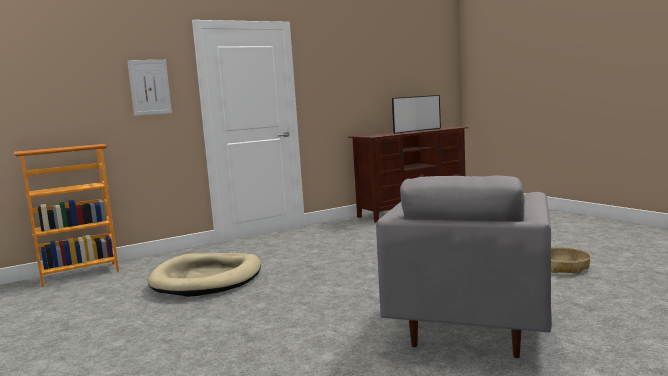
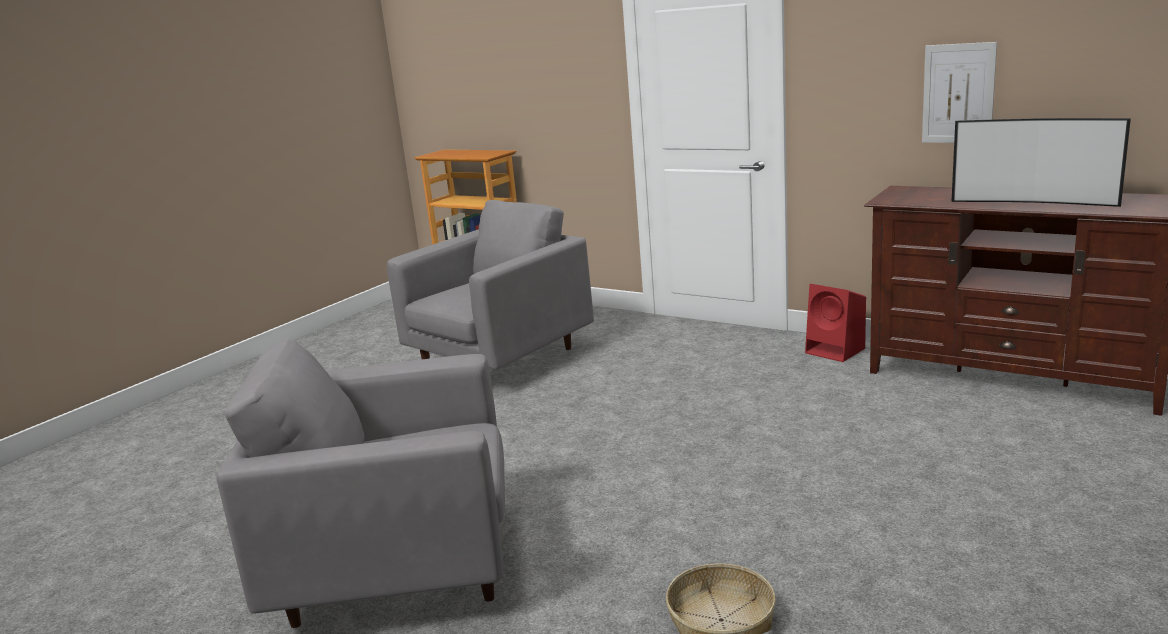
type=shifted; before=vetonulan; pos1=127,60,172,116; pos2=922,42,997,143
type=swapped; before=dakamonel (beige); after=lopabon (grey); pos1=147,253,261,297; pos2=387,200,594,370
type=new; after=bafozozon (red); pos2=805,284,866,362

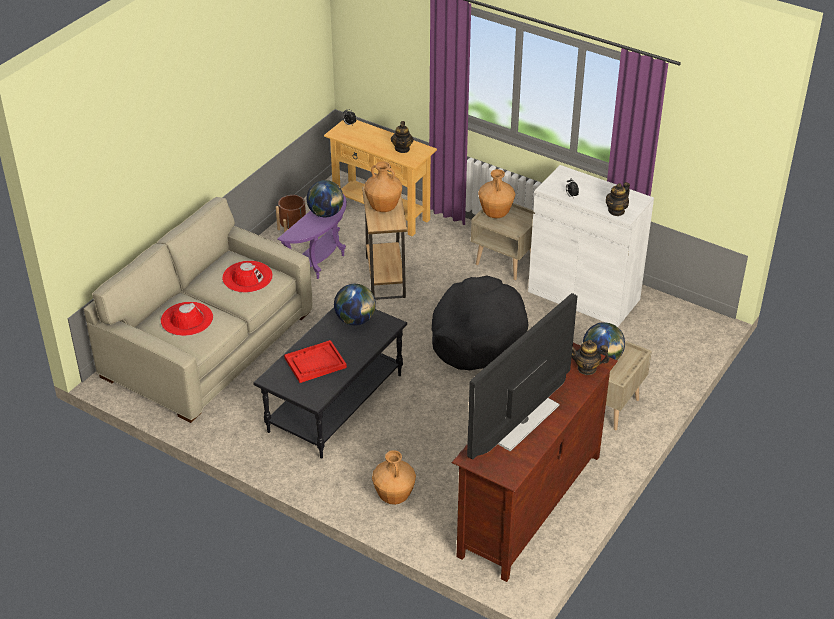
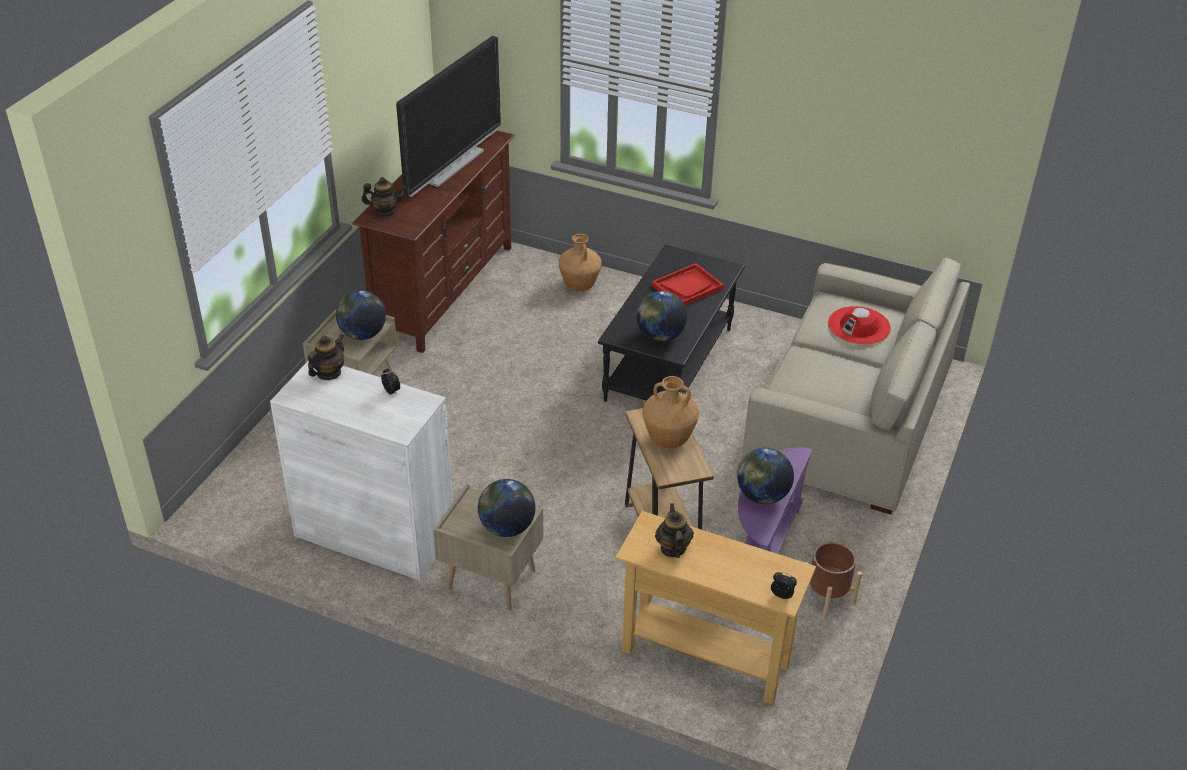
type=gone; before=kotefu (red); pos1=222,261,273,293
type=gone; before=dakamonel (black); pos1=432,276,529,371
type=swapped; before=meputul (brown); after=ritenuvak; pos1=478,169,515,218; pos2=478,479,535,537

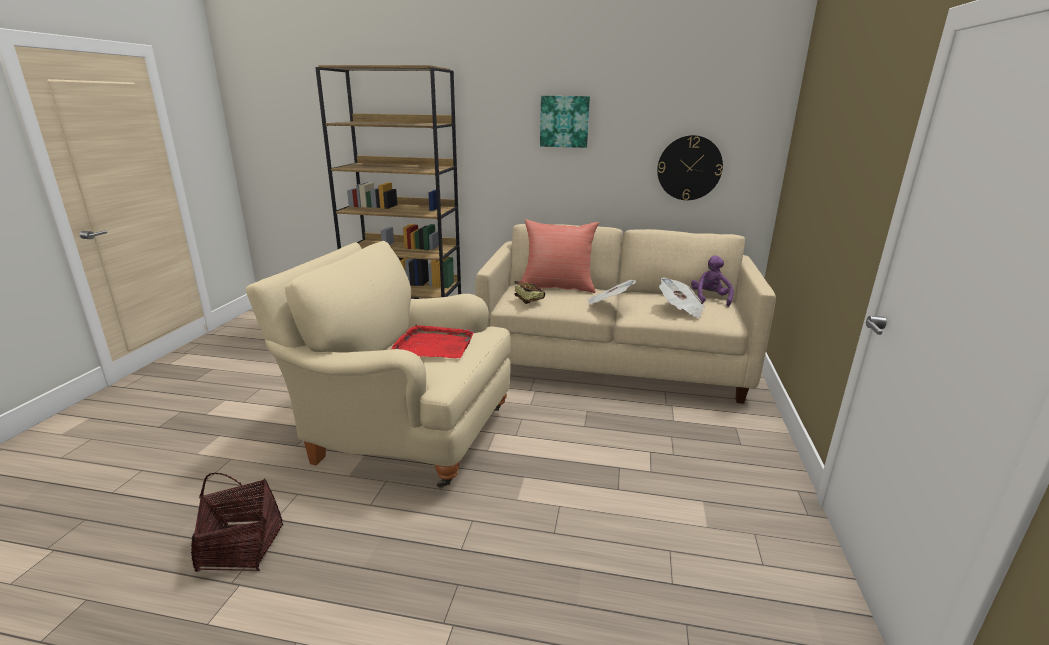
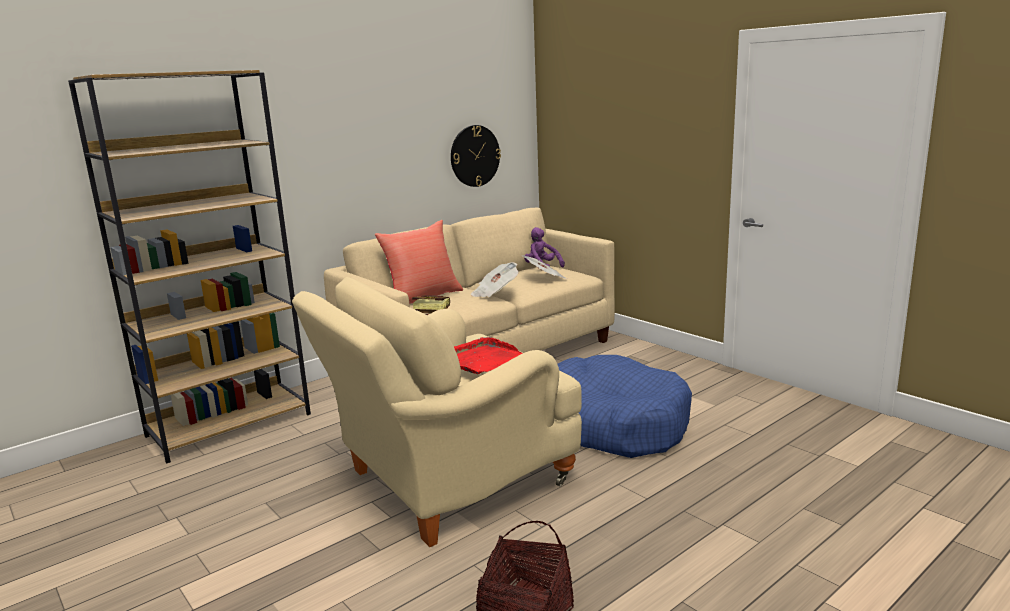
type=gone; before=vetonulan; pos1=540,96,590,148
type=new; after=dakamonel (blue); pos2=557,355,692,458

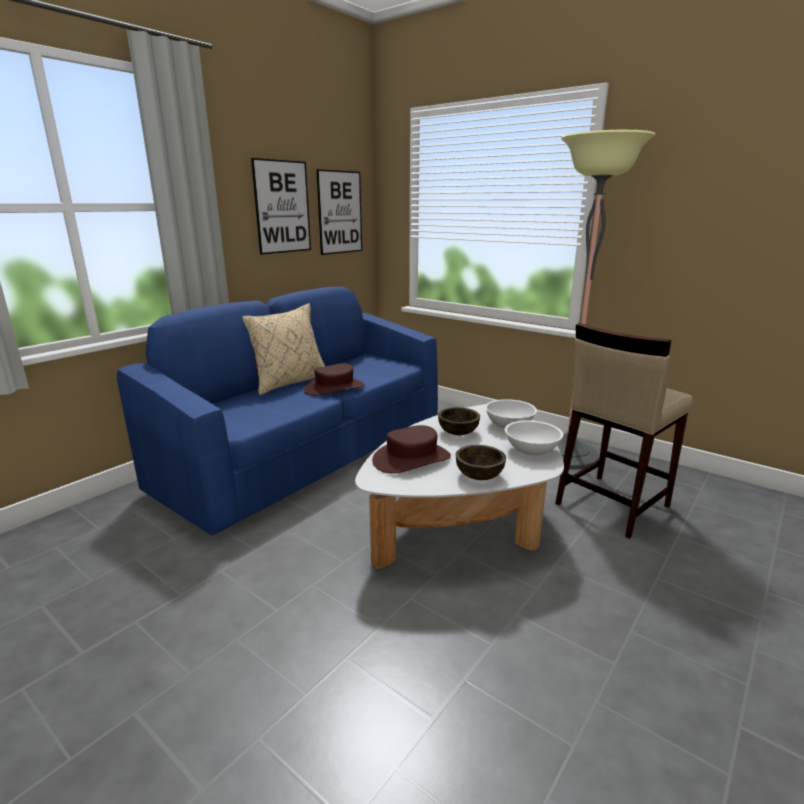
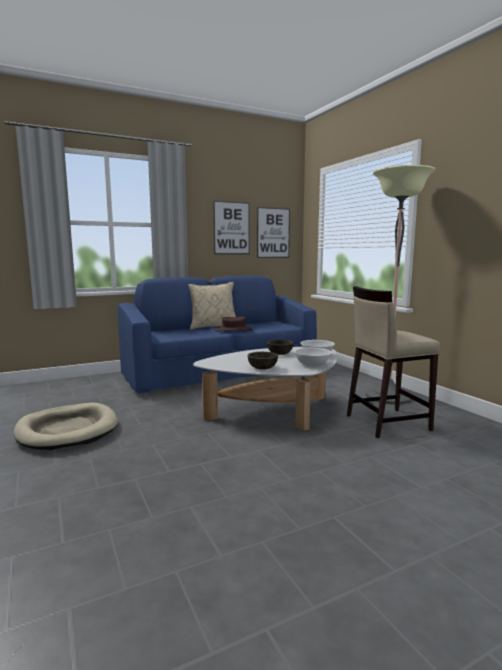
type=gone; before=kotefu (brown); pos1=372,425,451,473
type=new; after=dakamonel (beige); pos2=14,403,118,450

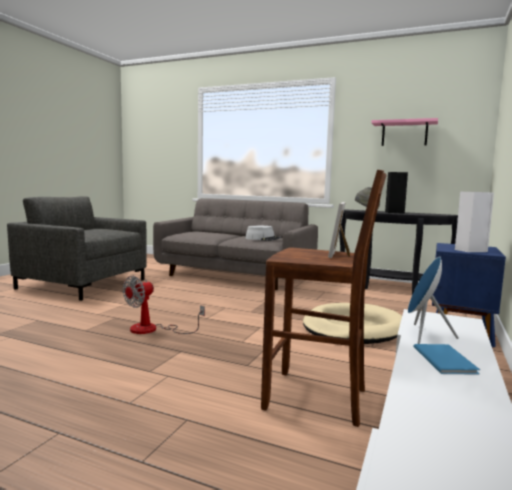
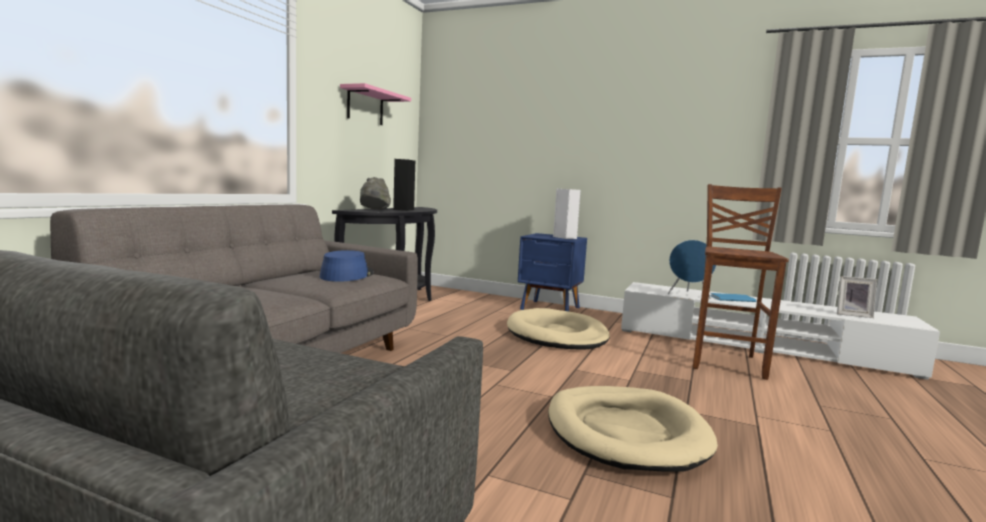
type=swapped; before=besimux; after=dakamonel (beige); pos1=123,275,205,334; pos2=548,386,718,472
type=repainted; before=kotefu (grey); after=kotefu (blue); pos1=245,226,282,241; pos2=320,250,374,282
type=shifted; before=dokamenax; pos1=328,202,350,258; pos2=837,276,877,318

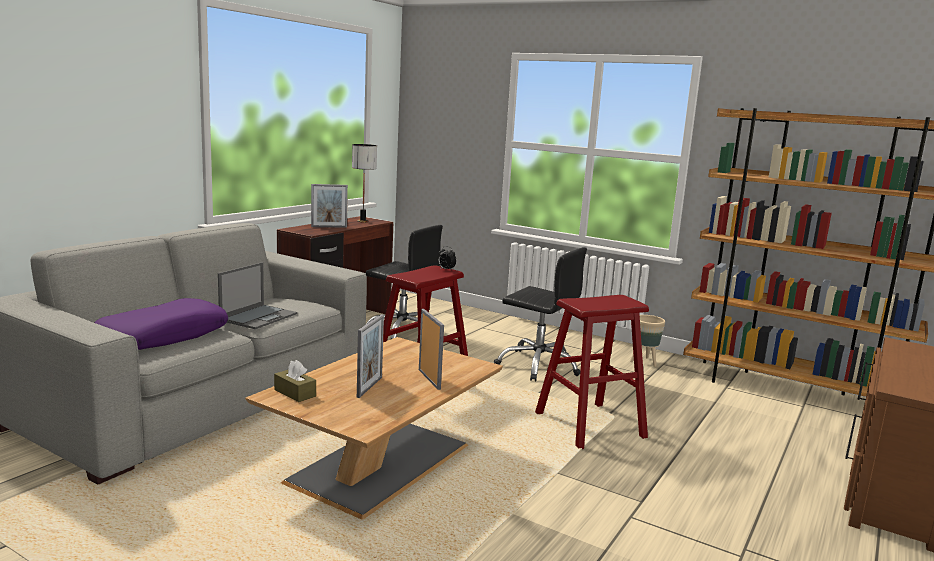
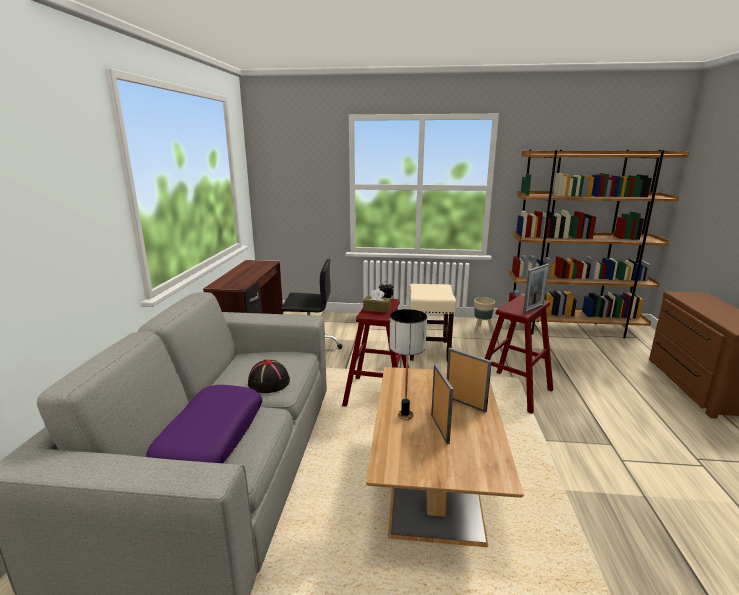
type=swapped; before=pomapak; after=kotefu (black); pos1=218,262,297,329; pos2=248,360,290,393
type=shifted; before=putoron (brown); pos1=274,360,316,402; pos2=363,289,391,313
type=shifted; before=dokamenax; pos1=311,184,348,228; pos2=523,264,549,314
type=shifted; before=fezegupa; pos1=352,144,377,222; pos2=389,309,427,420
type=swapped; before=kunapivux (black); after=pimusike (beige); pos1=494,247,587,381; pos2=409,284,456,362

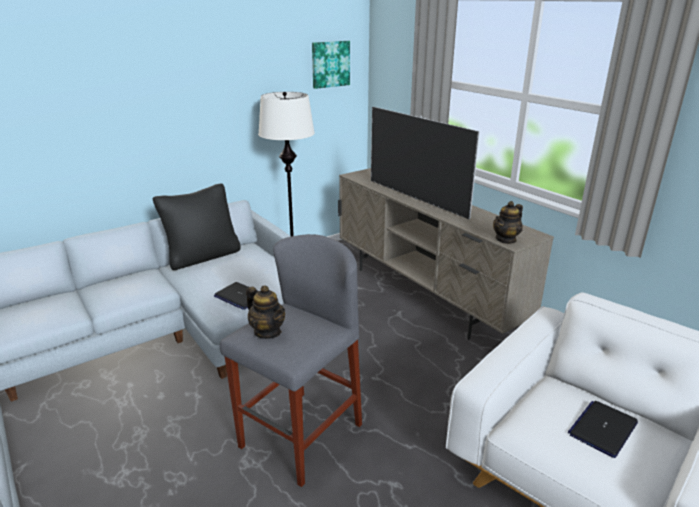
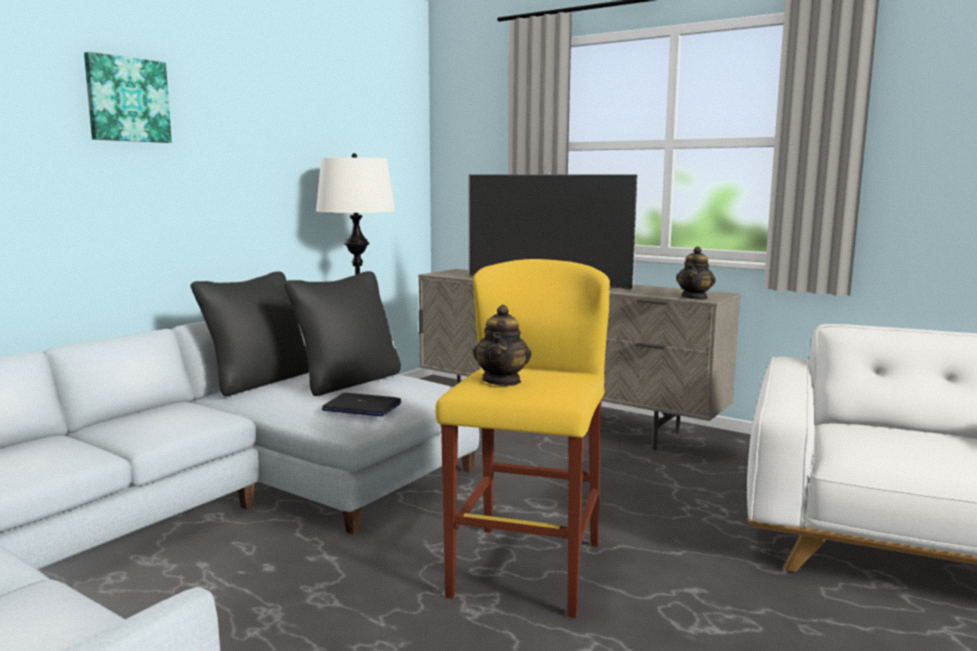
type=repainted; before=pimusike (grey); after=pimusike (yellow); pos1=220,234,362,487; pos2=435,259,610,618
type=rotated; before=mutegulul; pos1=246,285,285,339; pos2=473,305,531,386; turn=75
type=shifted; before=vetonulan; pos1=312,41,350,89; pos2=84,52,172,143
type=gone; before=pomapak; pos1=568,401,638,458
type=new; after=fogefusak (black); pos2=284,271,401,396

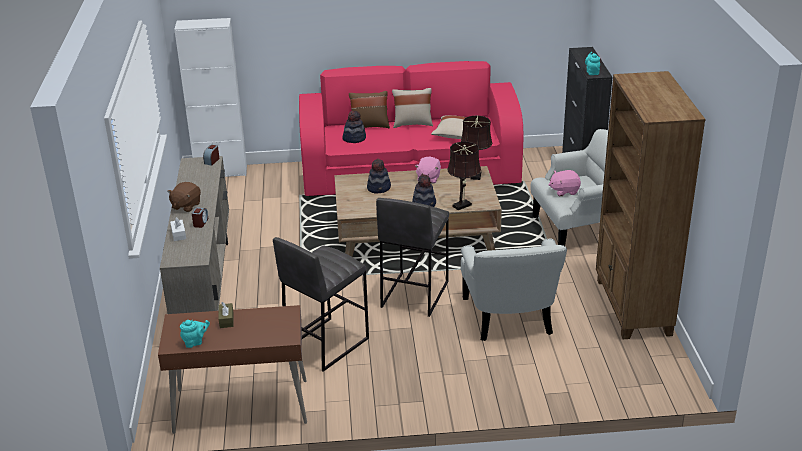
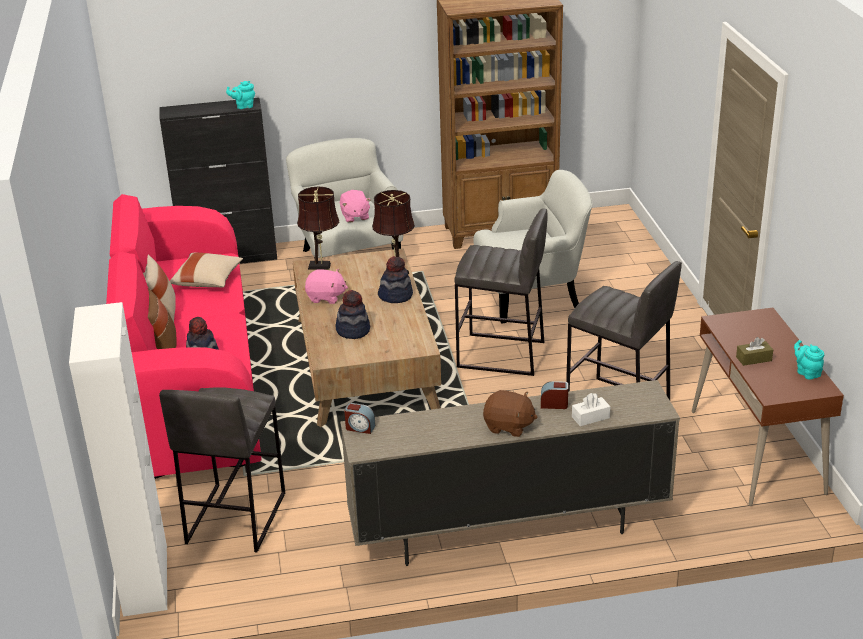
type=new; after=pimusike (grey); pos2=159,387,285,553

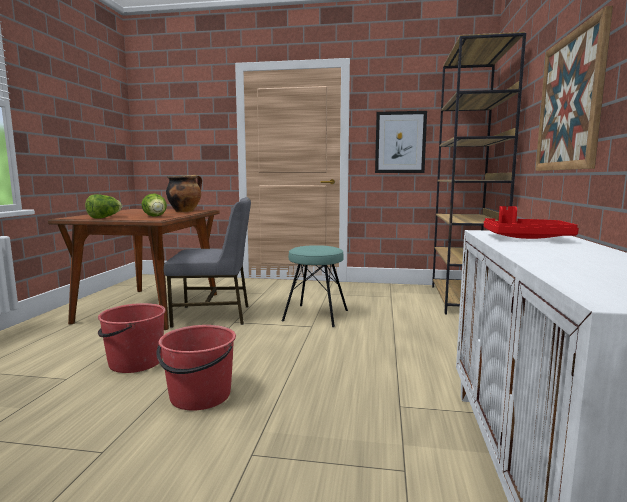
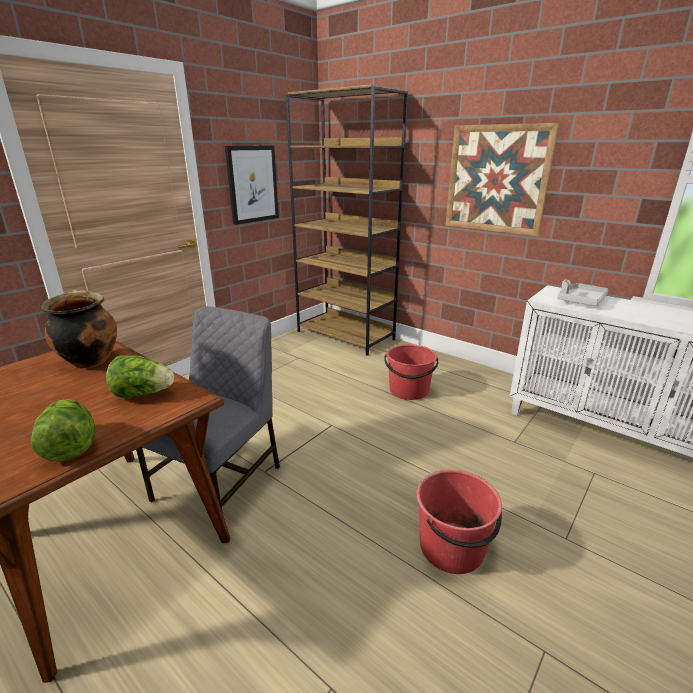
type=shifted; before=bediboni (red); pos1=98,303,166,373; pos2=384,344,438,400
type=gone; before=pimusike (turquoise); pos1=282,245,348,327
type=repainted; before=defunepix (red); after=defunepix (grey); pos1=484,206,579,239; pos2=557,280,608,306

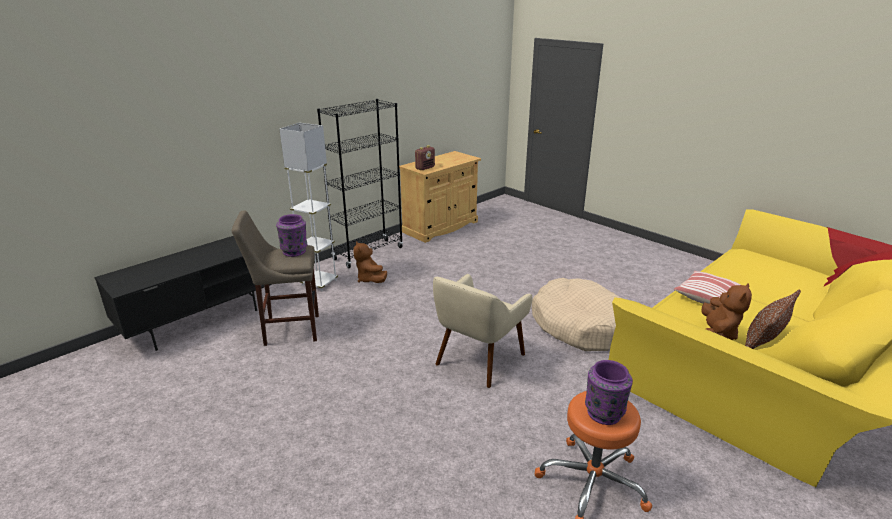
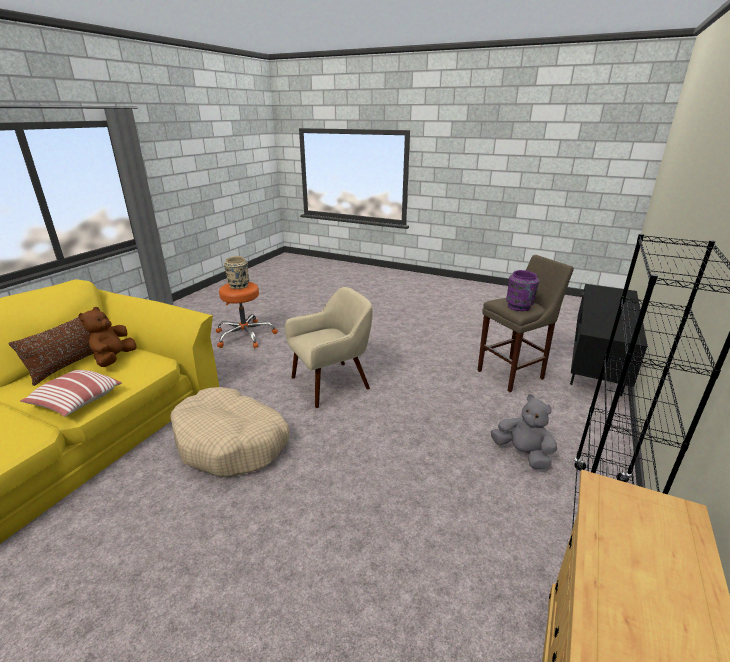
type=gone; before=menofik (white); pos1=279,123,338,291
type=repainted; before=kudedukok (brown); after=kudedukok (grey); pos1=353,241,387,283; pos2=491,394,557,470
type=gone; before=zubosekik; pos1=415,146,435,170
type=rotated; before=lopabon (beige); pos1=433,274,532,388; pos2=285,287,373,408; turn=45
type=repainted; before=meputul (purple); after=meputul (beige); pos1=585,360,633,425; pos2=224,256,249,289

